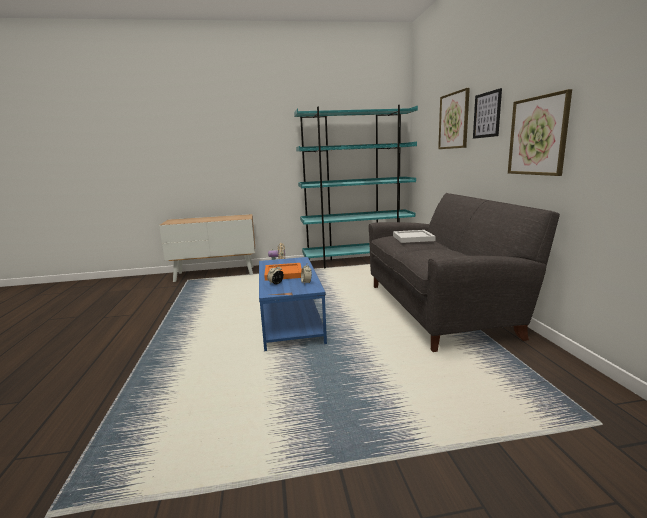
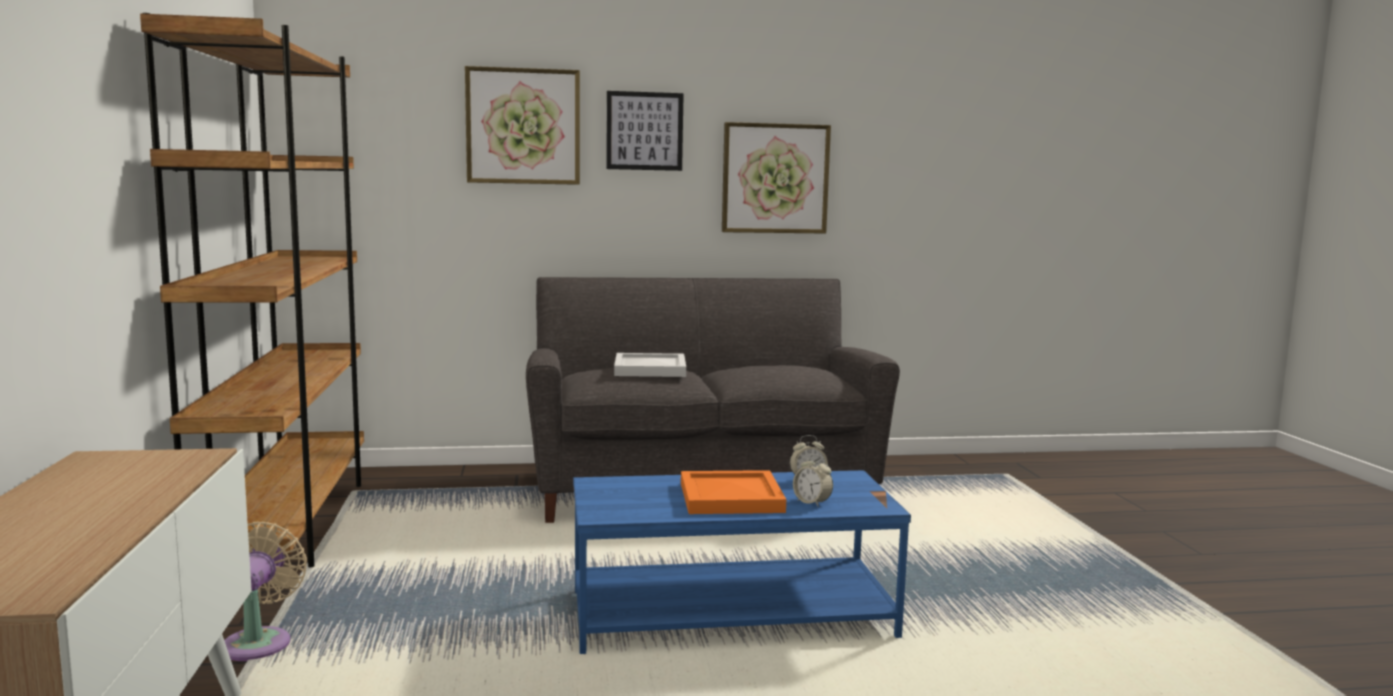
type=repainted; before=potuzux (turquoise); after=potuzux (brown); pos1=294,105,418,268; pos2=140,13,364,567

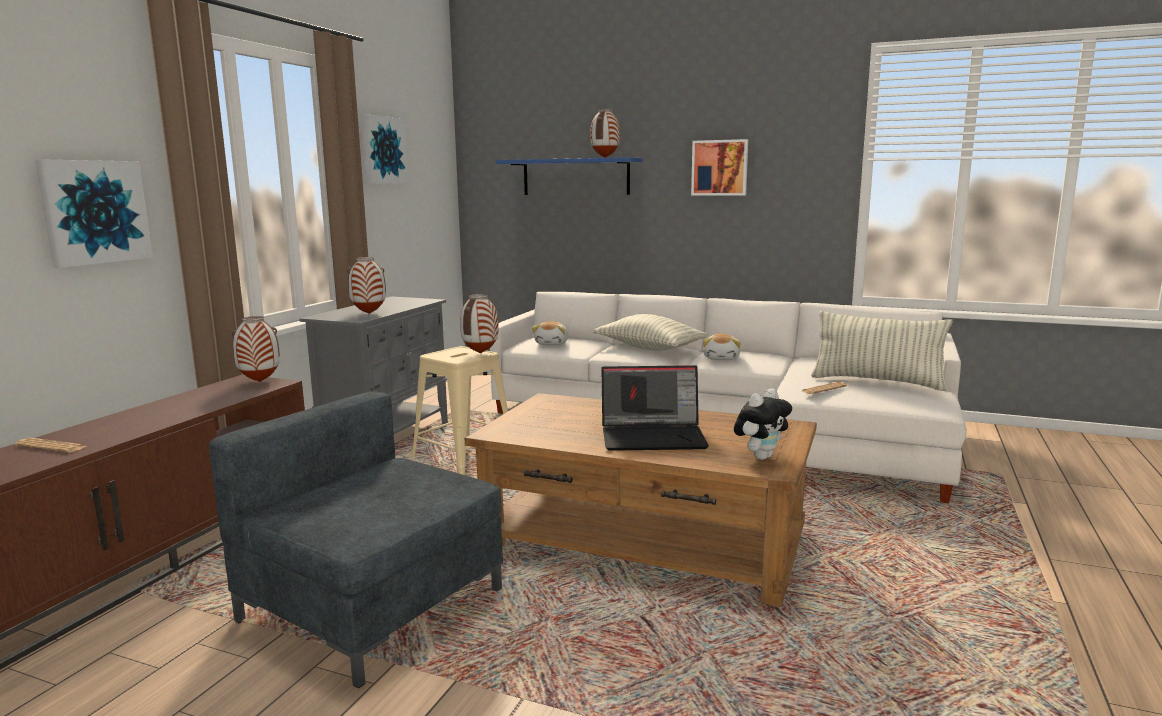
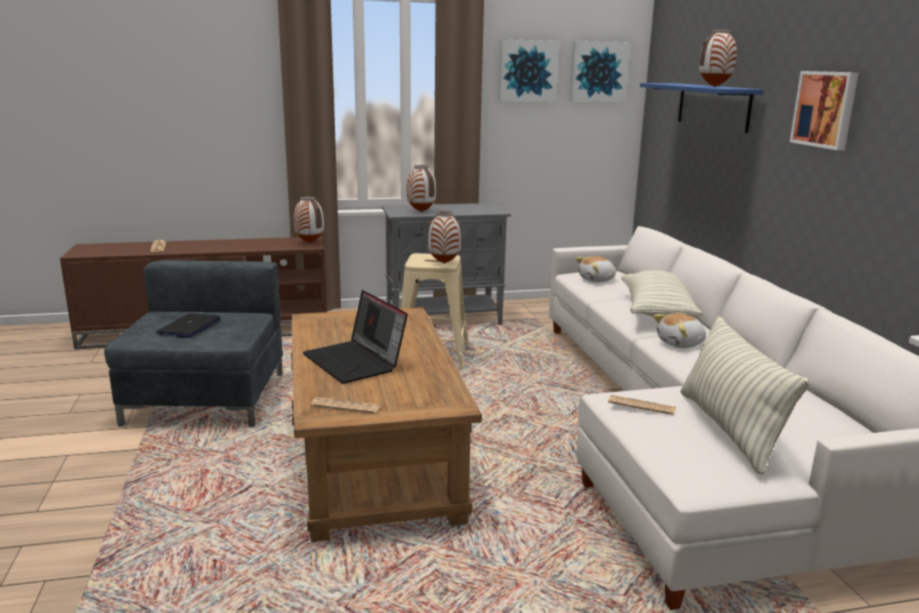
type=shifted; before=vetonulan; pos1=35,159,153,268; pos2=570,41,630,102
type=swapped; before=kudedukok; after=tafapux; pos1=734,389,792,460; pos2=311,397,381,414
type=new; after=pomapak; pos2=156,313,221,338

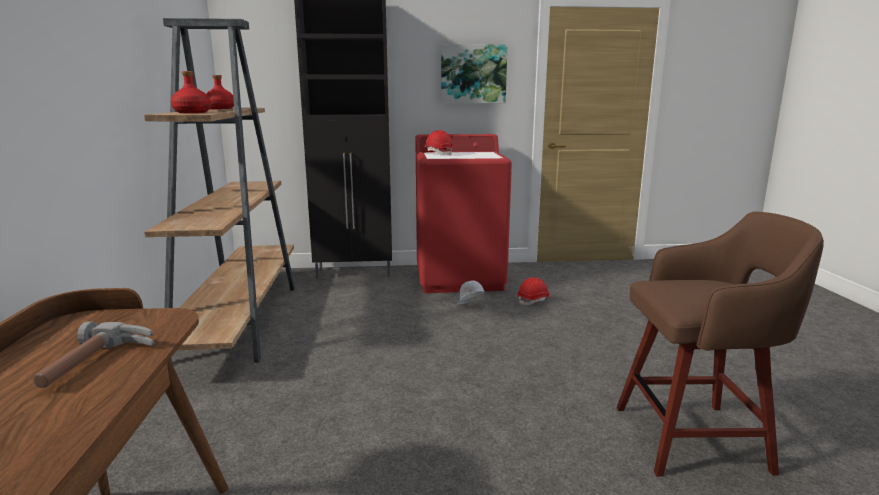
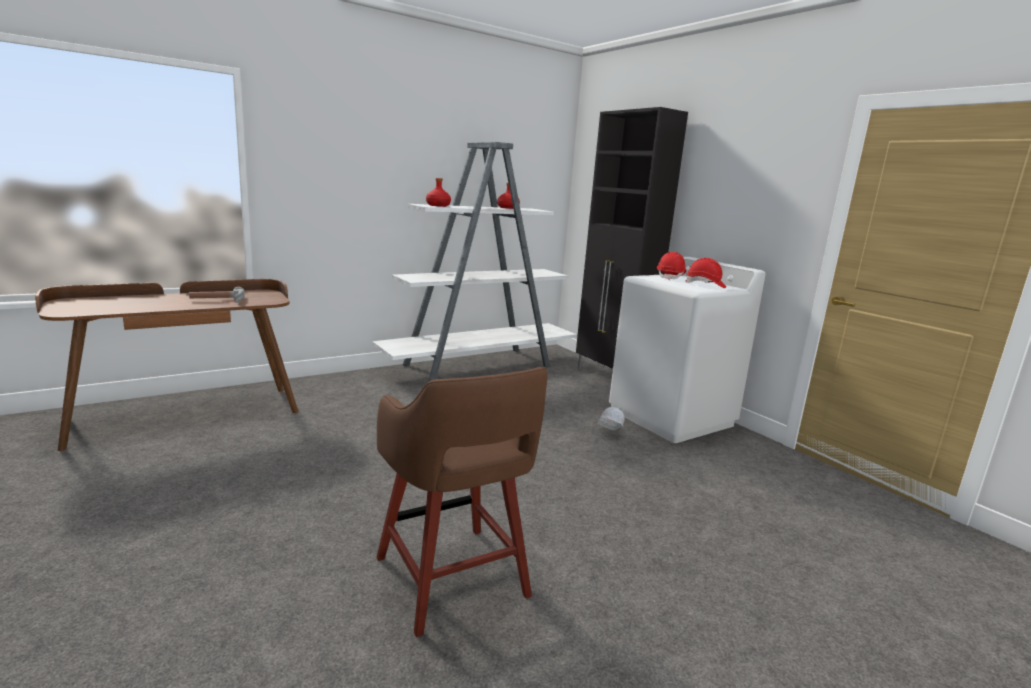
type=repainted; before=potuzux (brown); after=potuzux (white); pos1=144,18,295,362; pos2=372,142,577,382
type=repainted; before=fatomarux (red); after=fatomarux (white); pos1=415,134,512,293; pos2=609,257,765,443
type=gone; before=vetonulan; pos1=441,44,507,103
type=shifted; before=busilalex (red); pos1=518,277,551,306; pos2=685,258,726,288

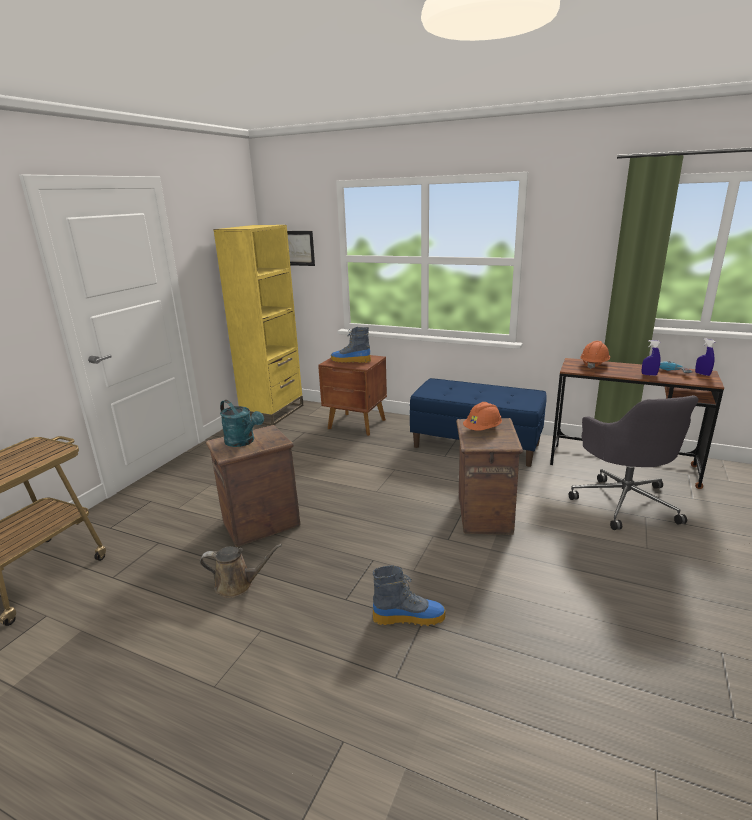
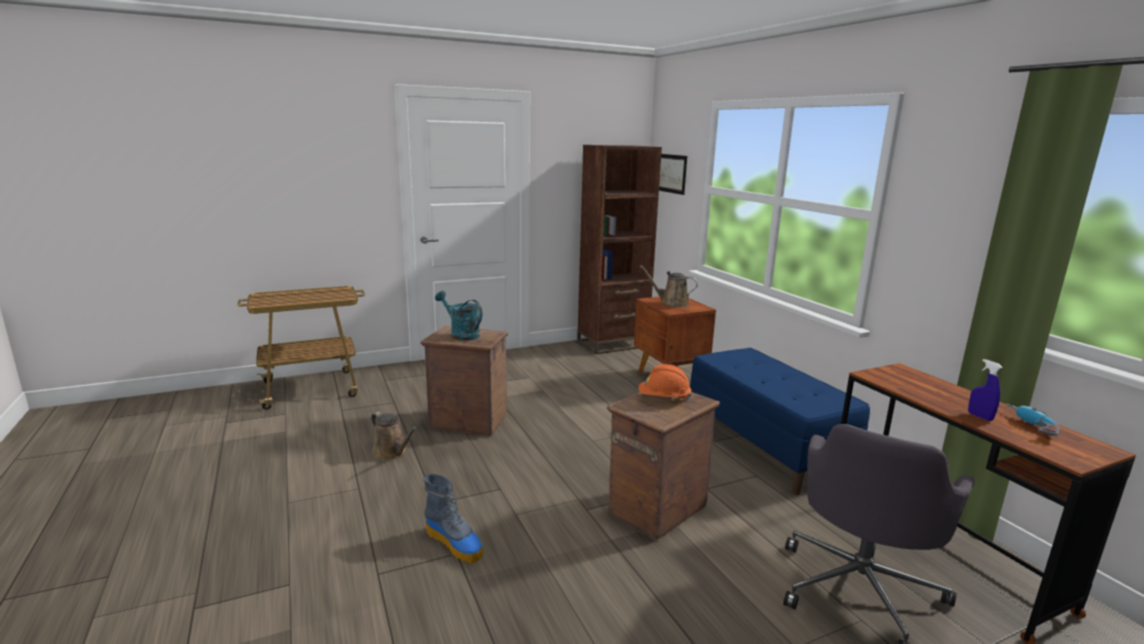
type=repainted; before=potuzux (yellow); after=potuzux (brown); pos1=213,225,303,426; pos2=577,145,662,355
type=rotated; before=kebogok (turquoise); pos1=220,400,264,447; pos2=435,291,482,341; turn=135
type=swapped; before=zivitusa; after=kebogok (brown); pos1=331,327,371,363; pos2=639,265,698,308
type=gone; before=busilalex (orange); pos1=580,341,610,369
type=gone; before=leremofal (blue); pos1=695,338,715,376

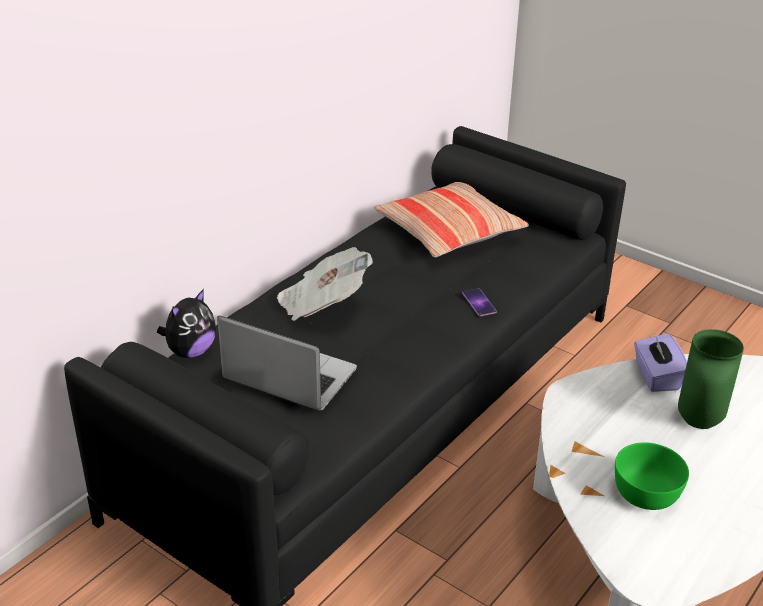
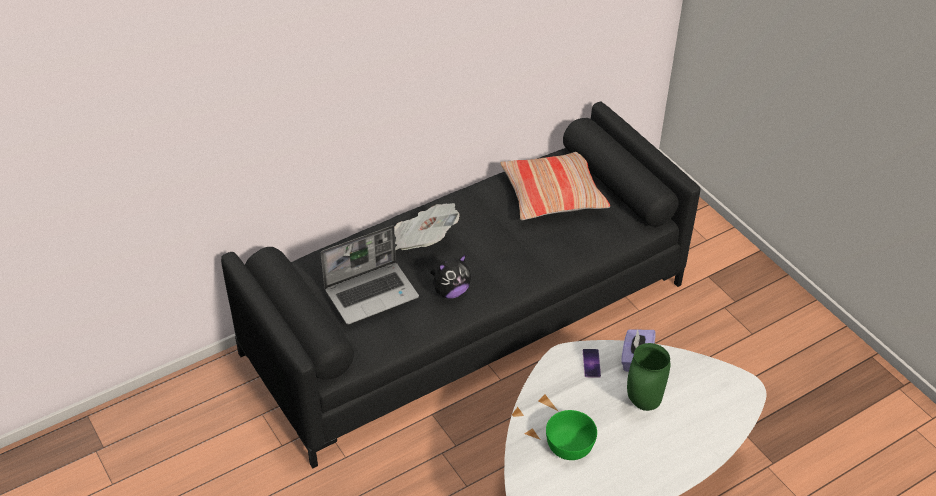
type=shifted; before=kudedukok; pos1=157,289,216,358; pos2=430,254,471,298
type=rotated; before=pomapak; pos1=217,316,357,411; pos2=321,225,419,325; turn=105
type=shifted; before=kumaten; pos1=462,288,497,316; pos2=583,349,601,378

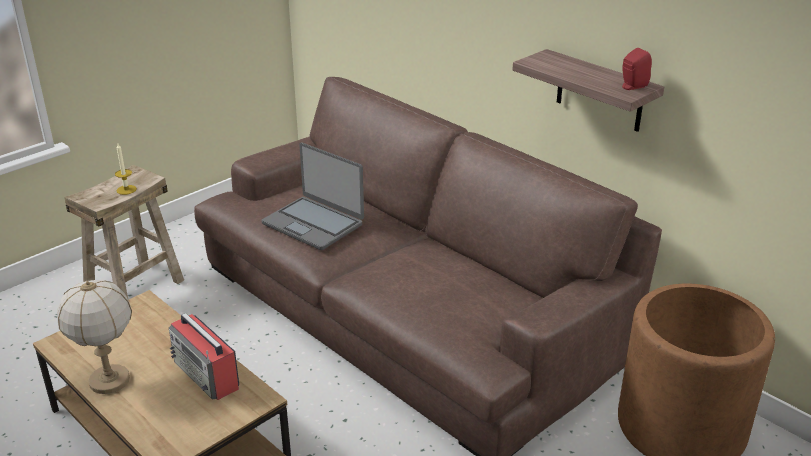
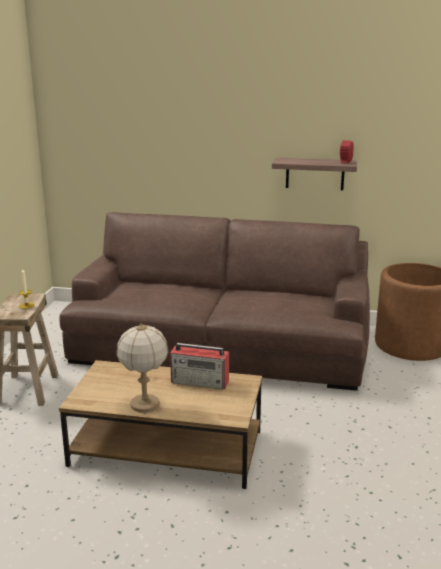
type=gone; before=pomapak; pos1=262,143,364,250

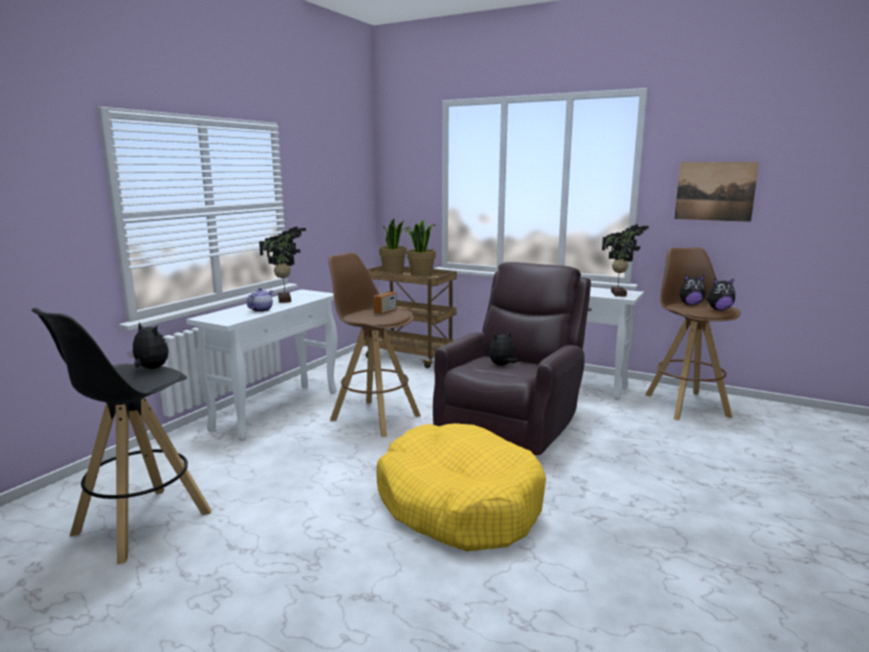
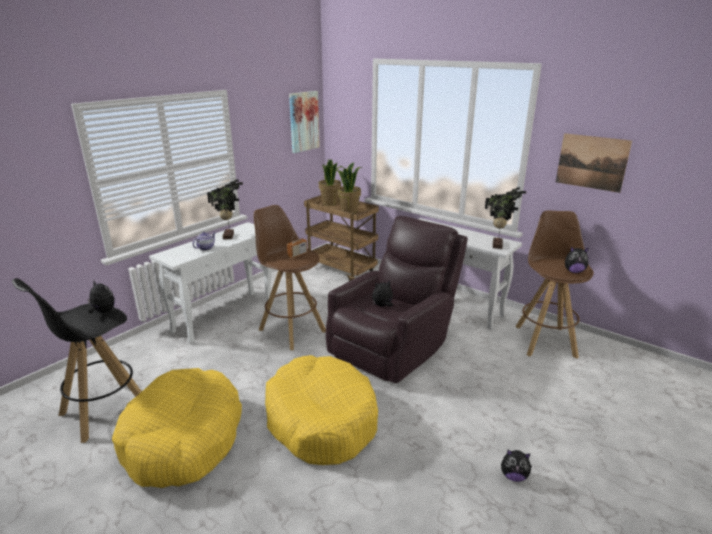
type=shifted; before=kudedukok; pos1=679,274,706,305; pos2=501,450,533,482
type=new; after=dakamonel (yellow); pos2=112,368,242,488
type=new; after=vetonulan; pos2=289,91,320,153

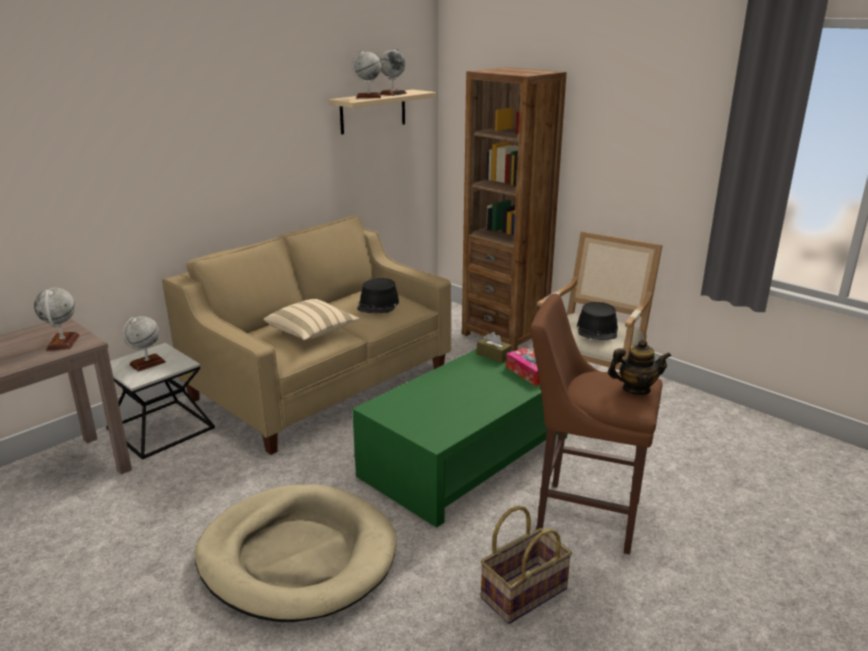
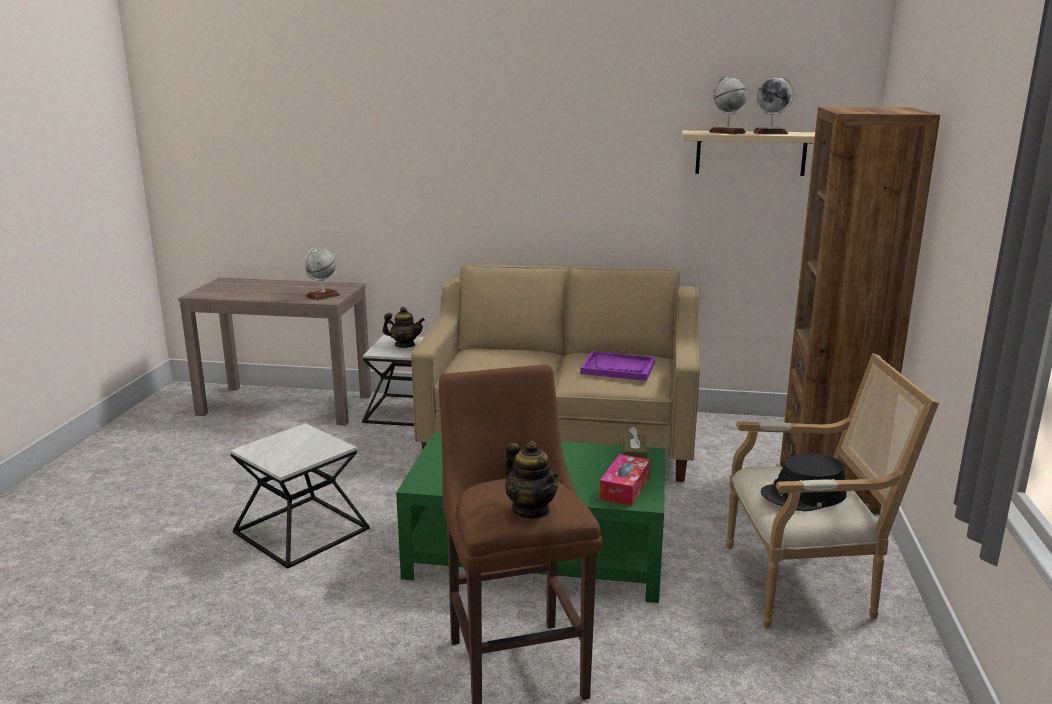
type=swapped; before=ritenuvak; after=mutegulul; pos1=123,316,166,372; pos2=383,307,425,348
type=swapped; before=dakamonel (beige); after=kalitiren; pos1=195,484,396,622; pos2=230,423,370,569
type=gone; before=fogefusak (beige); pos1=263,299,360,341
type=swapped; before=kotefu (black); after=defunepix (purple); pos1=357,278,399,313; pos2=580,351,655,381
type=gone; before=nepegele; pos1=481,506,572,624

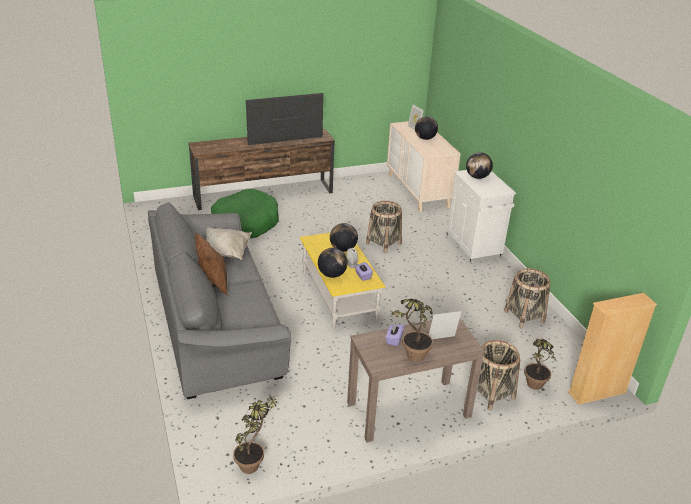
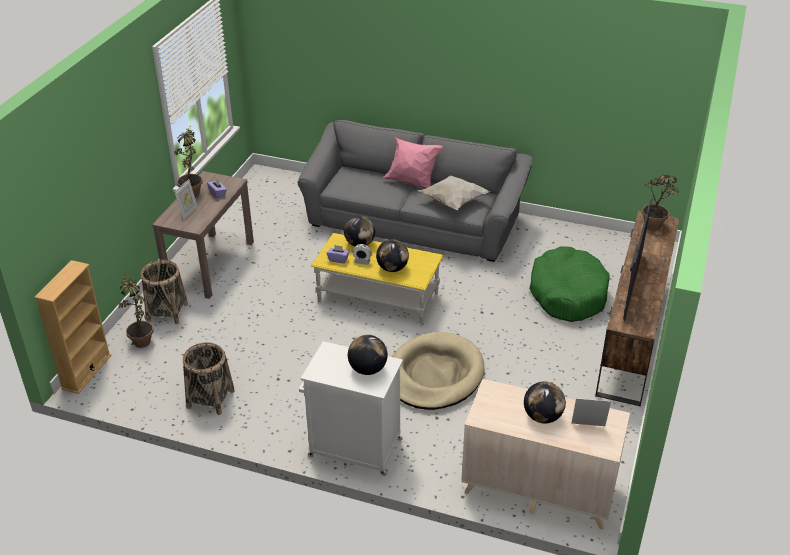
type=repainted; before=fogefusak (brown); after=fogefusak (pink); pos1=195,233,228,296; pos2=383,137,444,189
type=shifted; before=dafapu; pos1=233,394,278,474; pos2=642,175,679,230
type=swapped; before=nepegele; after=dakamonel (beige); pos1=366,201,402,254; pos2=392,332,484,410

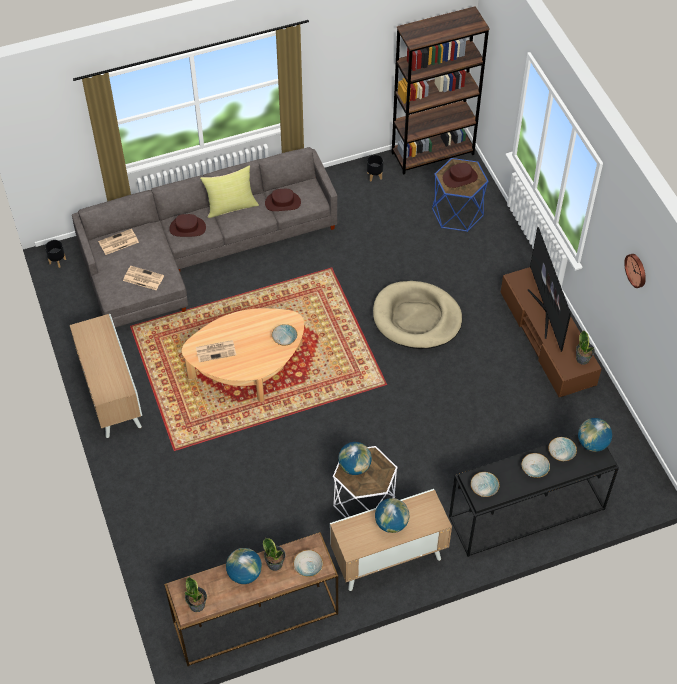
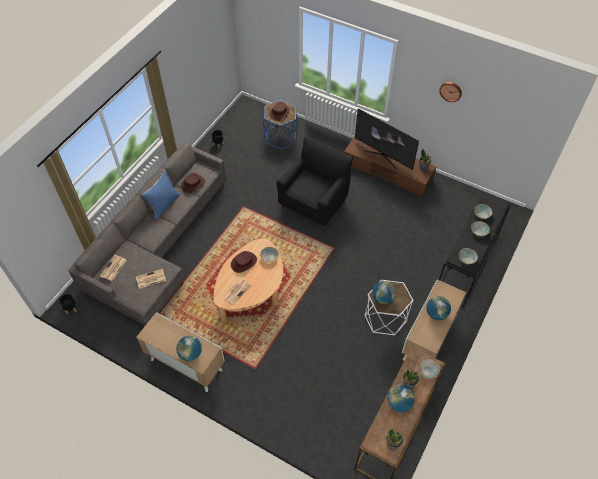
type=shifted; before=kotefu (brown); pos1=169,214,206,237; pos2=231,251,257,273
type=repainted; before=fogefusak (yellow); after=fogefusak (blue); pos1=200,165,259,218; pos2=141,170,180,219
type=swapped; before=dakamonel (beige); after=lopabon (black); pos1=373,281,462,349; pos2=277,136,353,229
type=gone; before=potuzux (brown); pos1=392,6,490,175
type=shifted; before=ritenuvak; pos1=578,418,612,452; pos2=176,336,202,361

